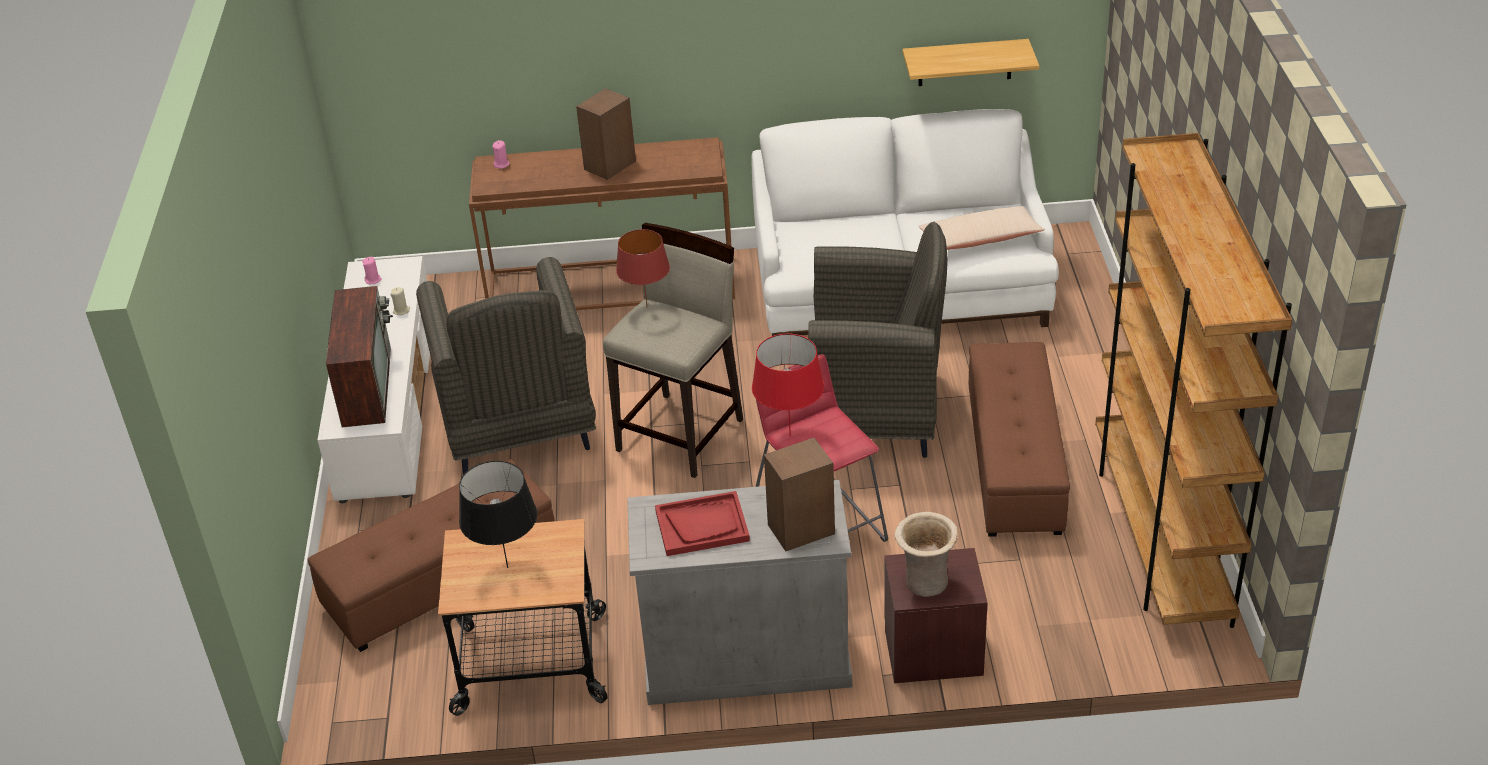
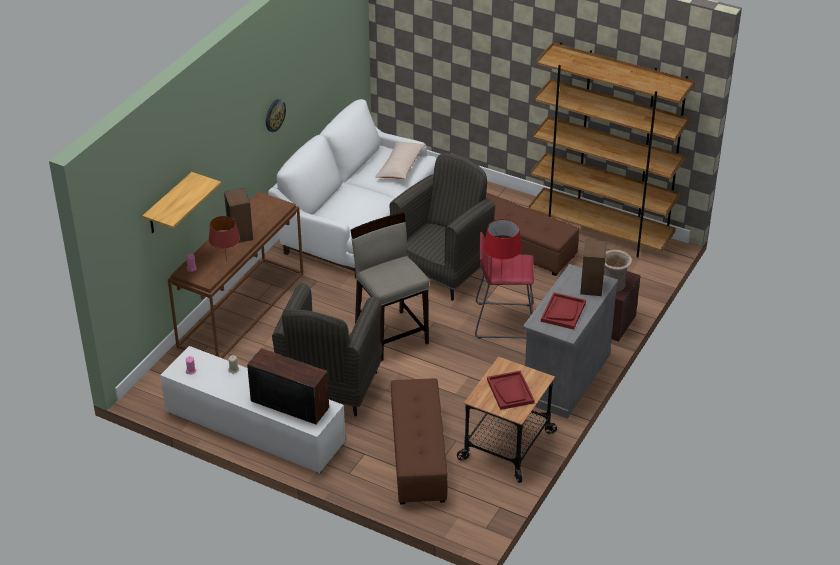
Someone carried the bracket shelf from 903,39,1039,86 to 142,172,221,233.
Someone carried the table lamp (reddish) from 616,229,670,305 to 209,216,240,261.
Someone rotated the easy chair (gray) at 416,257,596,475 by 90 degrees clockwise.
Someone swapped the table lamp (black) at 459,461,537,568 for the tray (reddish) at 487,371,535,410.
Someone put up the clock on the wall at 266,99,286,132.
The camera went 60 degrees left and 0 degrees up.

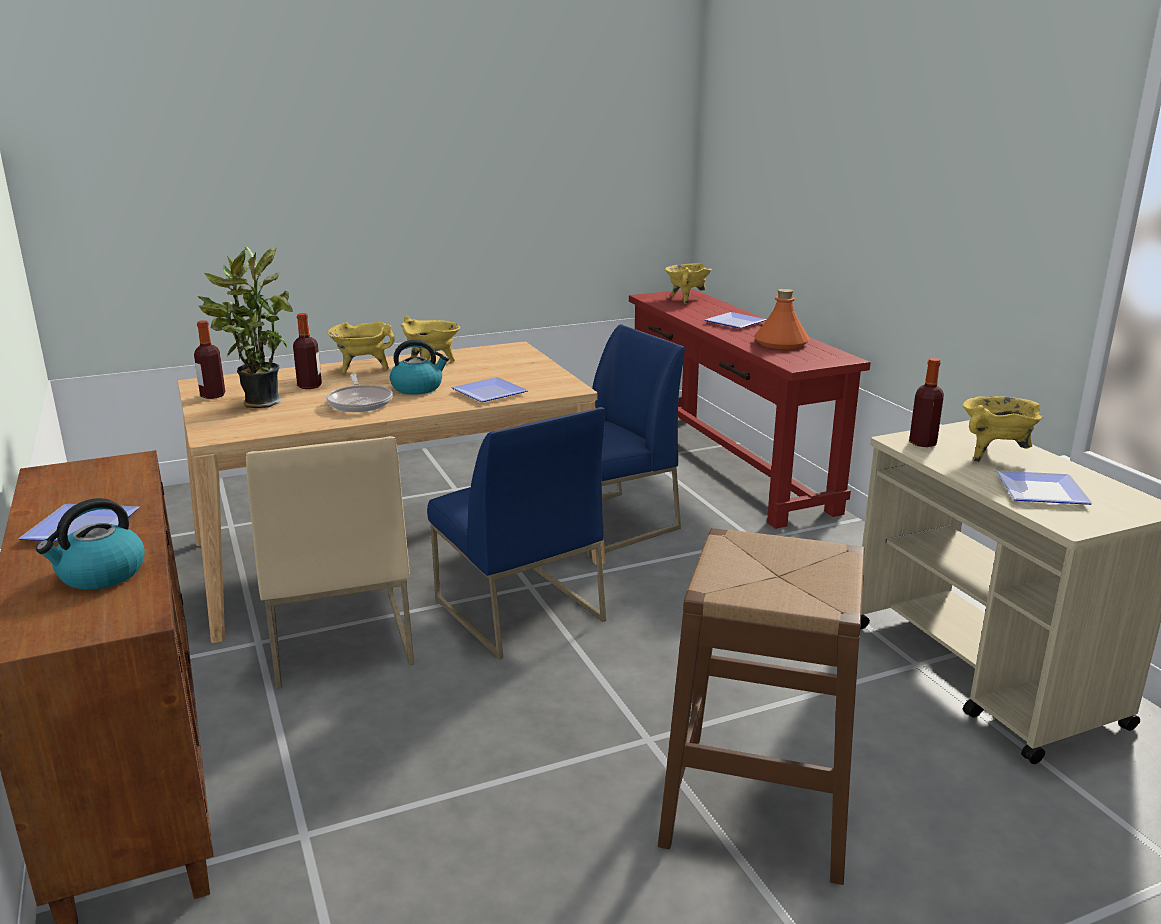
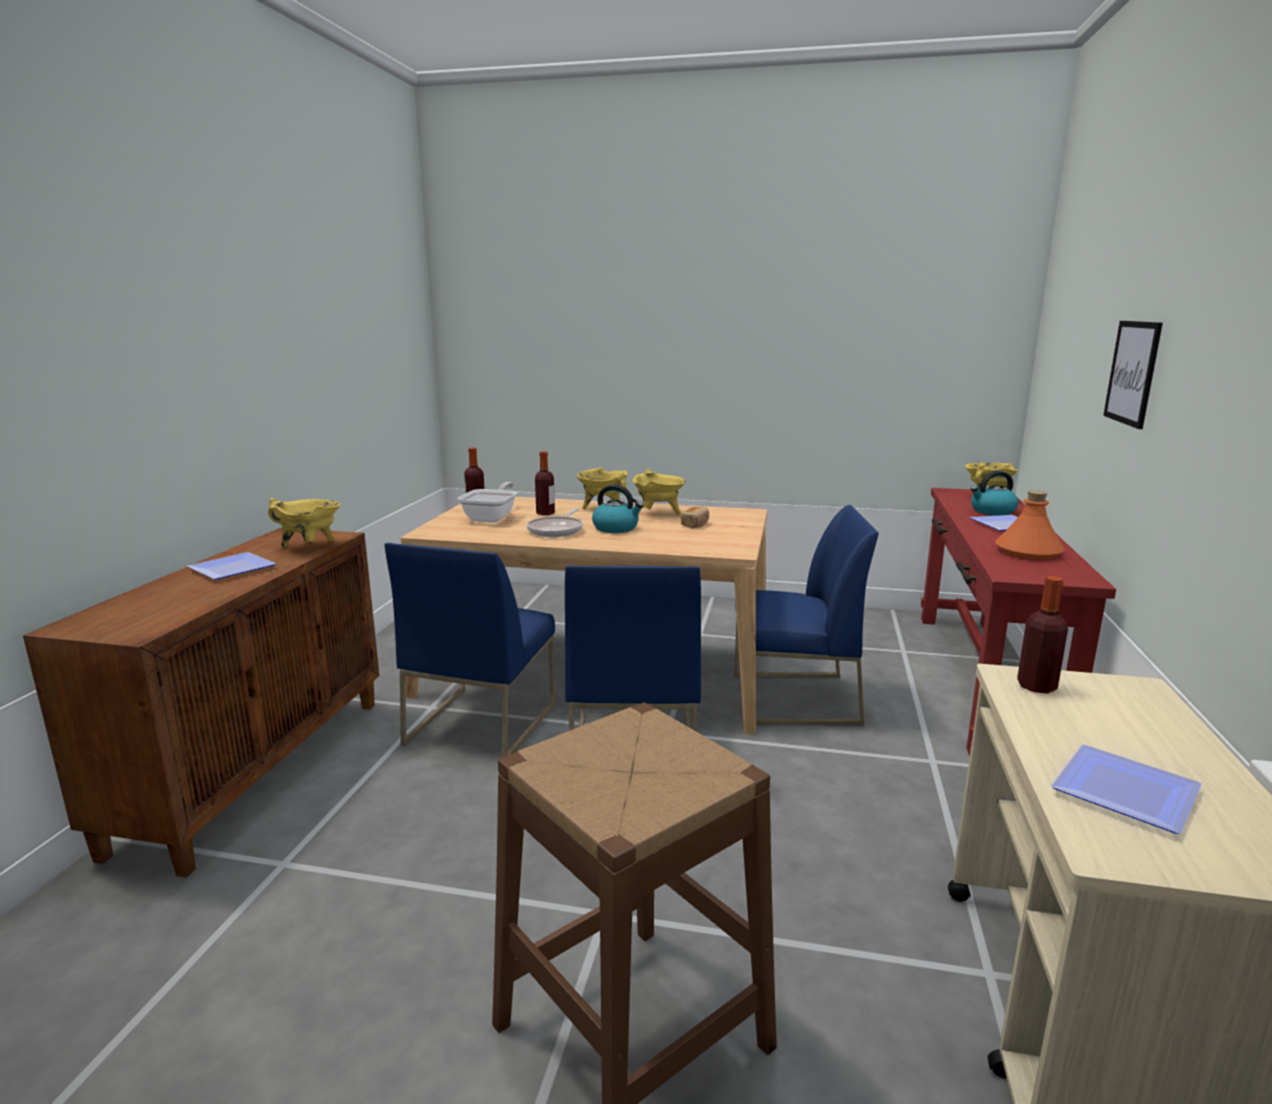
Someone swapped the plant in a pot at 197,245,293,408 for the pan at 458,482,517,523.
Someone took away the dinner plate at 451,377,529,402.
Someone carried the cooking pot (yellow-coloured) from 963,396,1044,462 to 268,498,341,547.
Someone repainted the chair (sand-coloured) at 246,436,414,689, which became the chair (bluish) at 385,543,555,758.
Someone carried the water kettle from 36,498,145,590 to 971,471,1018,516.
Someone put up the picture at 1103,321,1163,429.
Someone put down the bread at 681,506,709,528.
The camera went 35 degrees right and 5 degrees down.

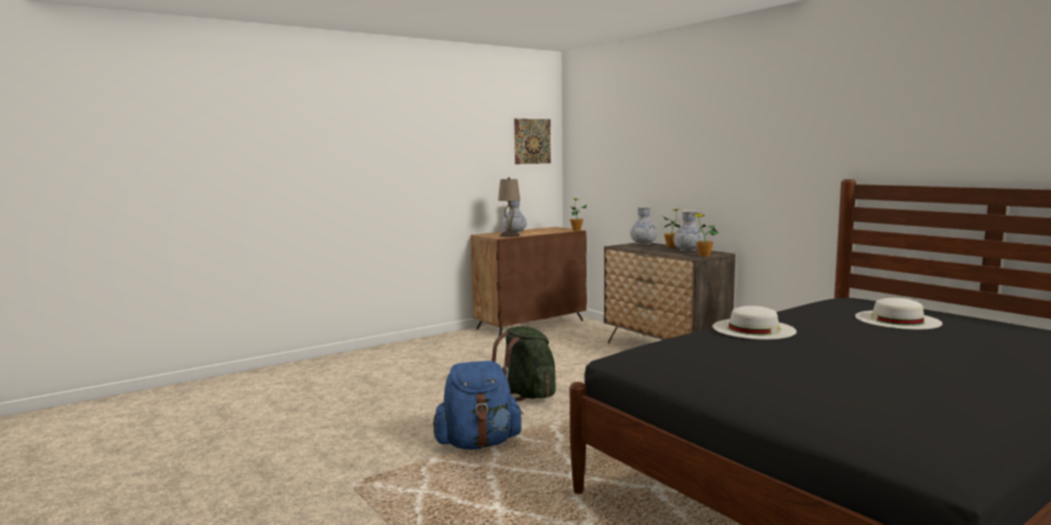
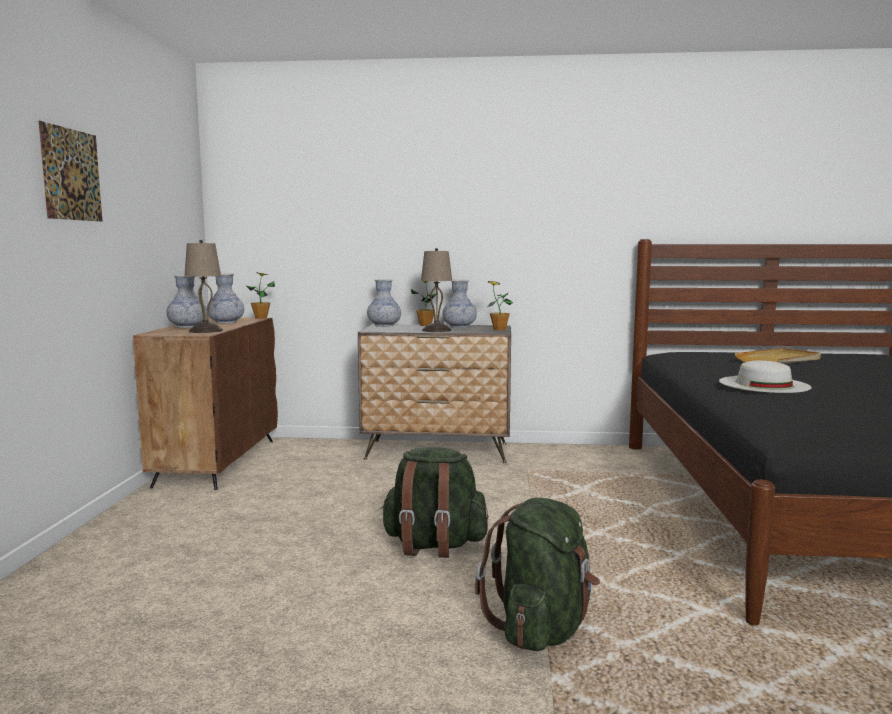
Someone carried the picture from 514,119,551,164 to 39,121,103,221.
Someone swapped the clothing hat (white-coloured) at 855,298,942,329 for the tray (sand-coloured) at 735,348,821,364.
Someone repainted the rucksack (bluish) at 433,361,523,450, which became the rucksack (green-coloured) at 475,498,600,651.
Someone put down the table lamp (sand-coloured) at 421,248,452,332.
Someone put down the vase at 207,273,244,324.
The camera went 50 degrees left and 0 degrees up.

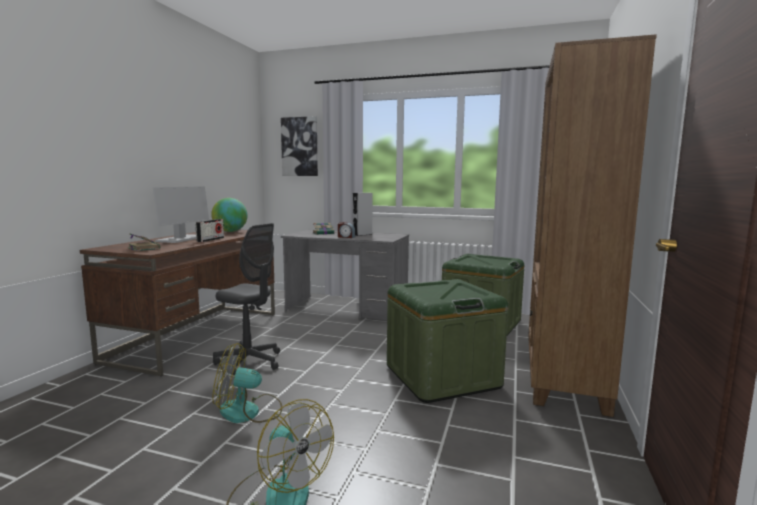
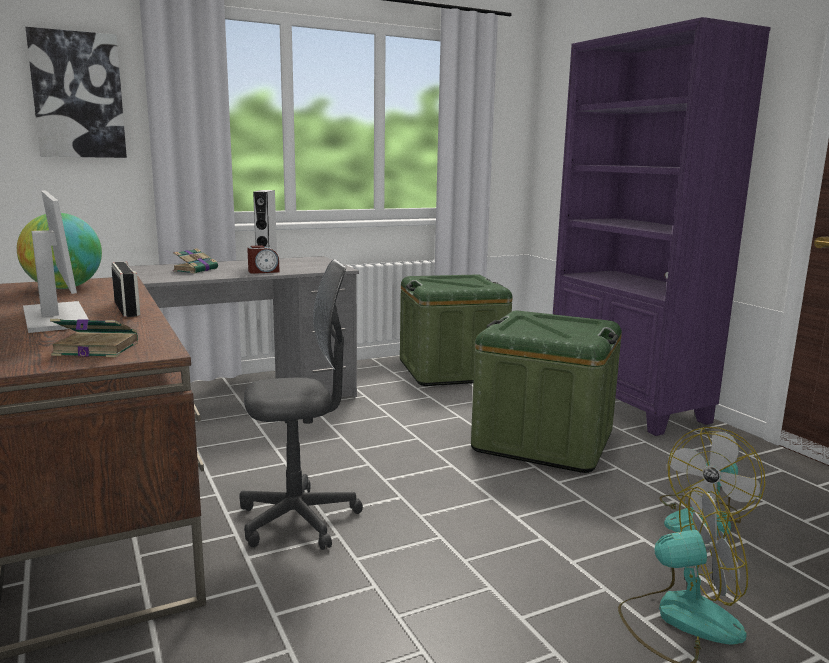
Someone repainted the bookshelf (brown-coloured) at 528,34,657,417, which became the bookshelf (purplish) at 553,17,771,436.
Someone carried the fan from 212,343,282,423 to 659,427,765,536.
The camera went 45 degrees left and 5 degrees up.

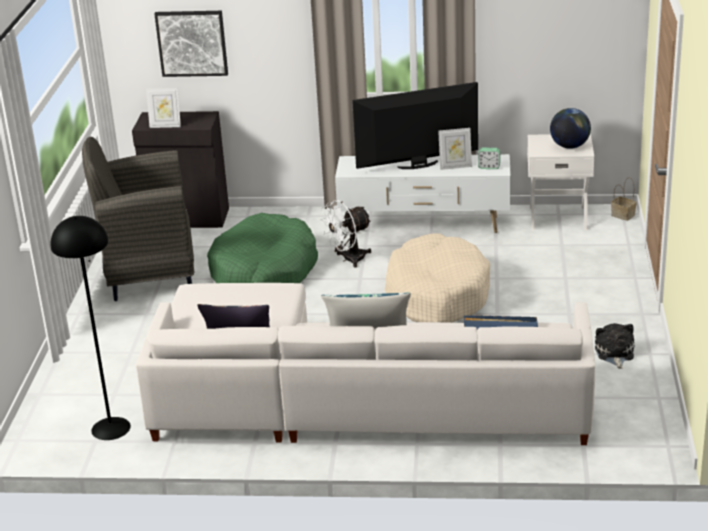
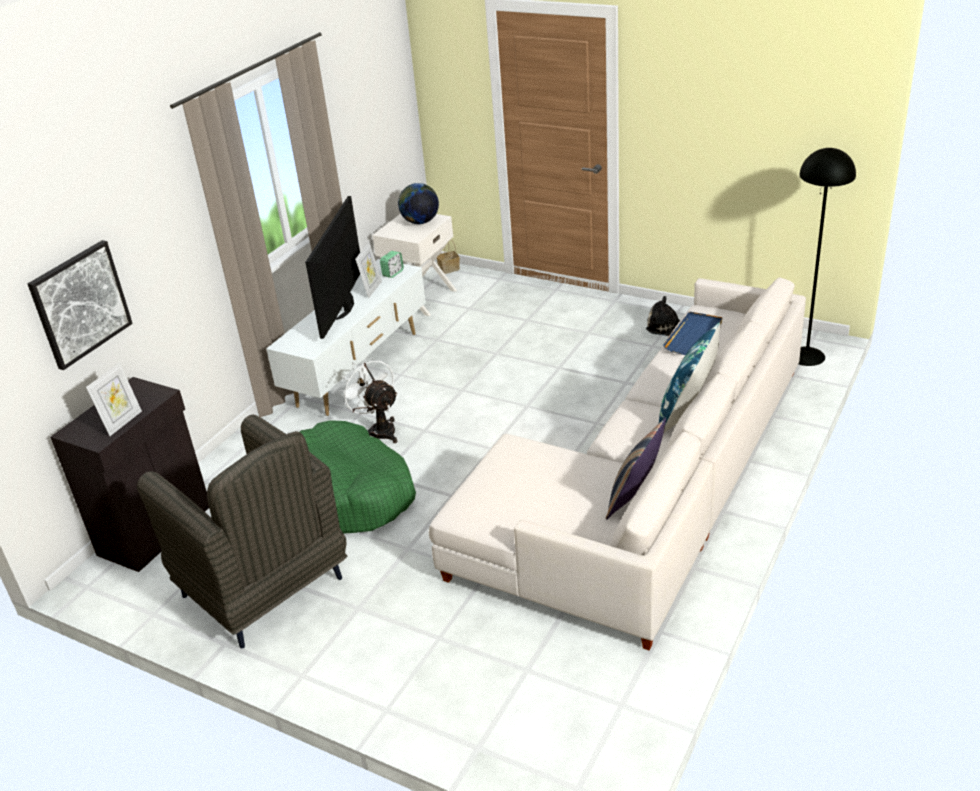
Someone rotated the easy chair (gray) at 82,137,194,301 by 60 degrees counterclockwise.
Someone rotated the fan (white-coloured) at 320,200,372,268 by 150 degrees clockwise.
Someone carried the floor lamp (black) from 50,216,131,440 to 799,148,856,366.
Someone took away the dog bed (sand-coloured) at 384,233,490,323.
The camera went 65 degrees left and 5 degrees up.

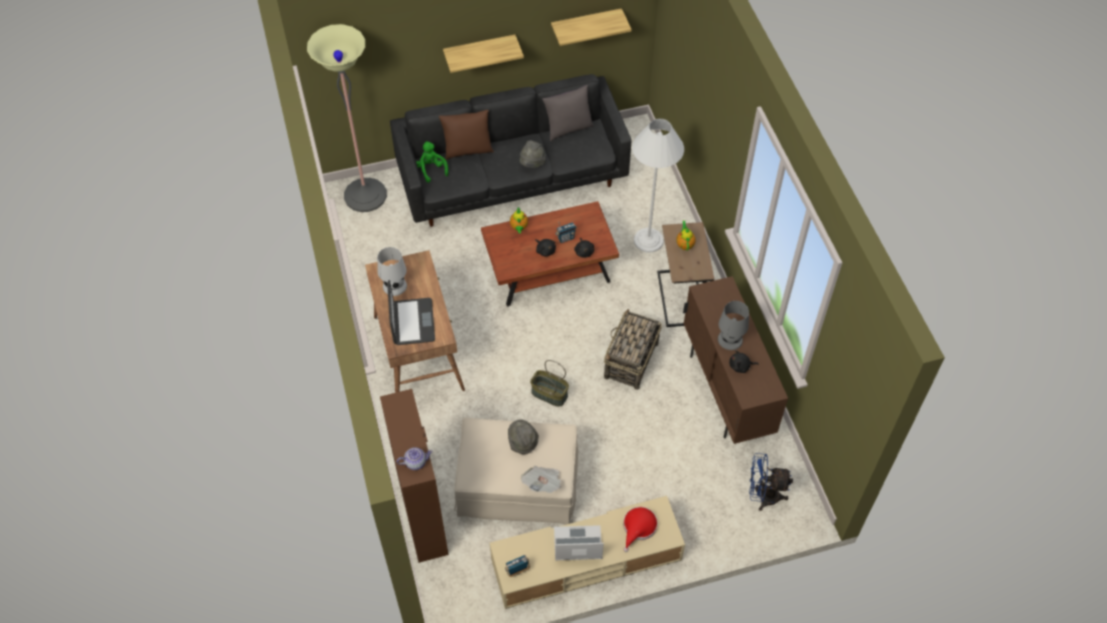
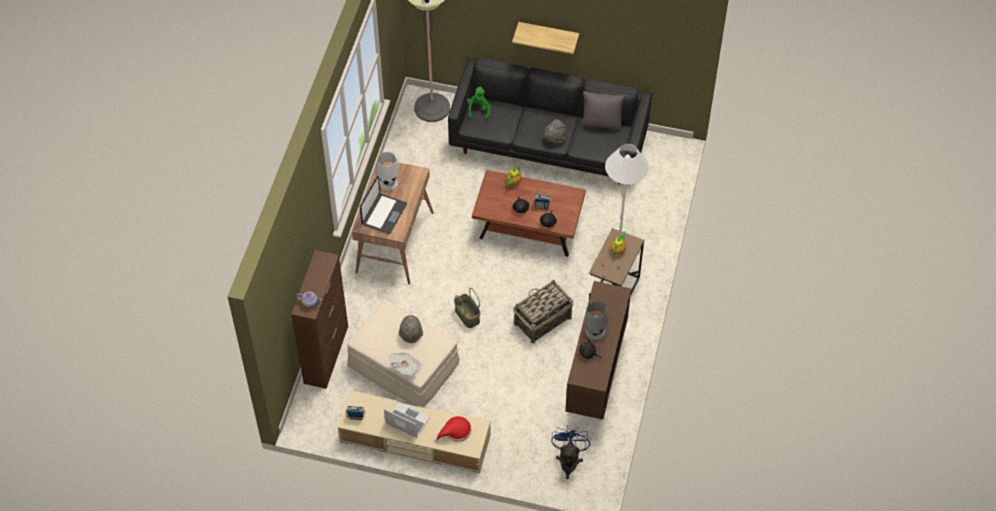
Someone took away the bracket shelf at 551,8,632,46.
Someone took away the cushion (brown-coloured) at 439,110,494,160.
Someone rotated the fan (bluish) at 749,453,793,511 by 60 degrees clockwise.
The camera went 30 degrees right and 0 degrees up.

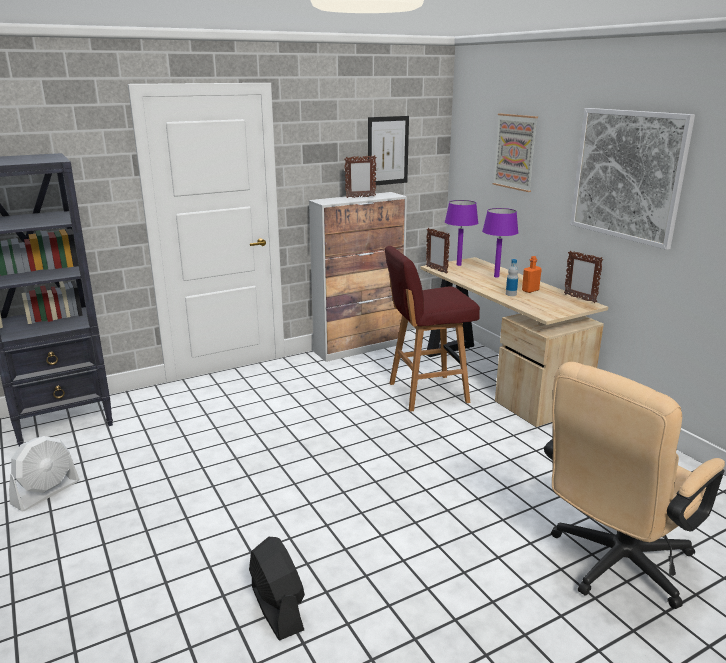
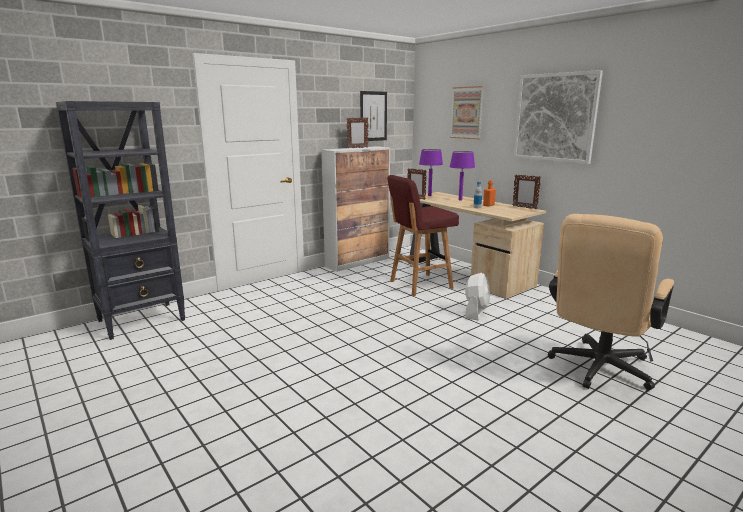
Someone carried the fan (white-coloured) from 9,436,79,511 to 465,273,490,321.
Someone took away the fan (black) at 249,537,305,640.
The camera went 10 degrees left and 5 degrees down.

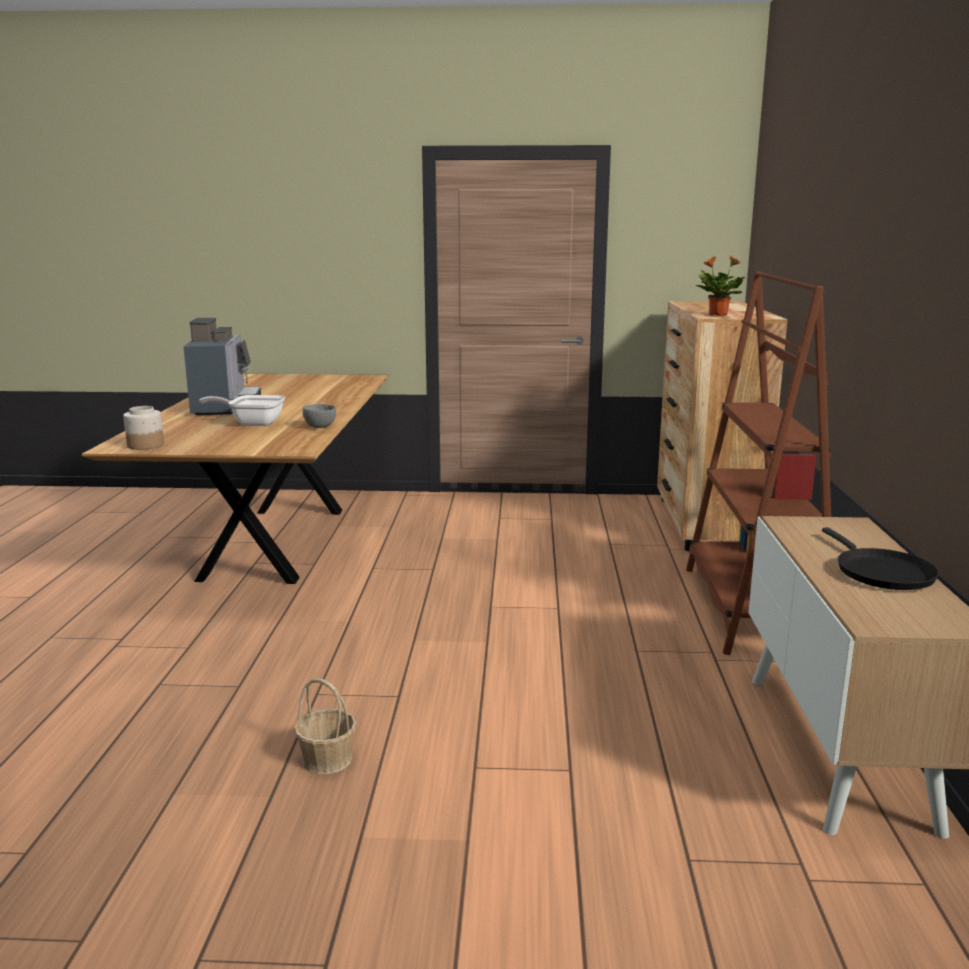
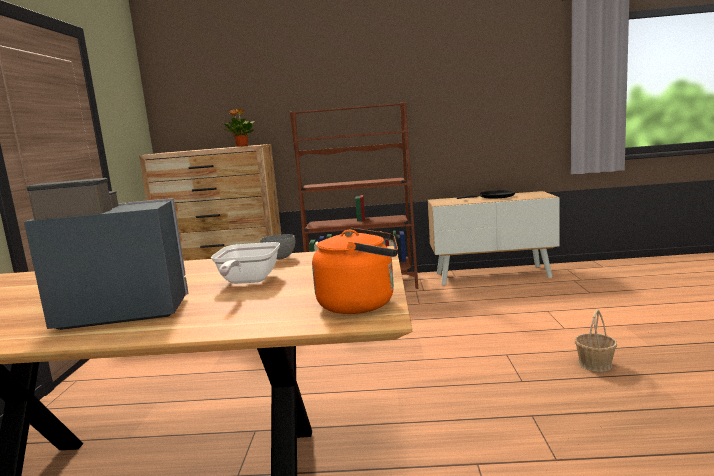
Someone swapped the preserve jar at 123,406,164,450 for the water kettle (orangey) at 312,228,398,314.
The camera went 90 degrees left and 5 degrees down.

